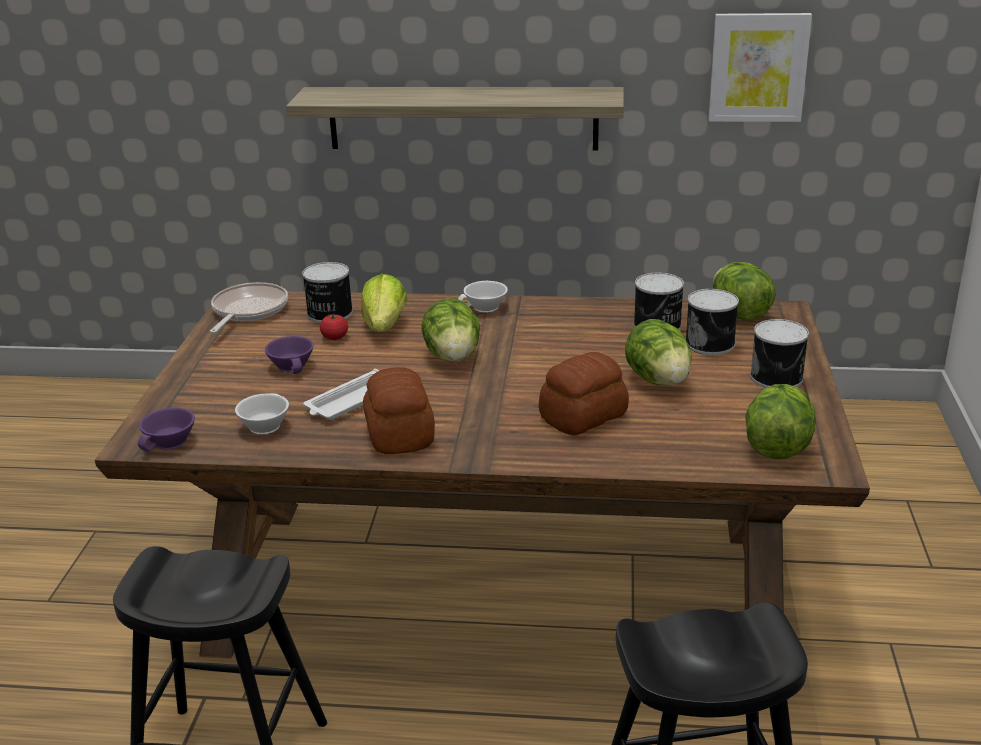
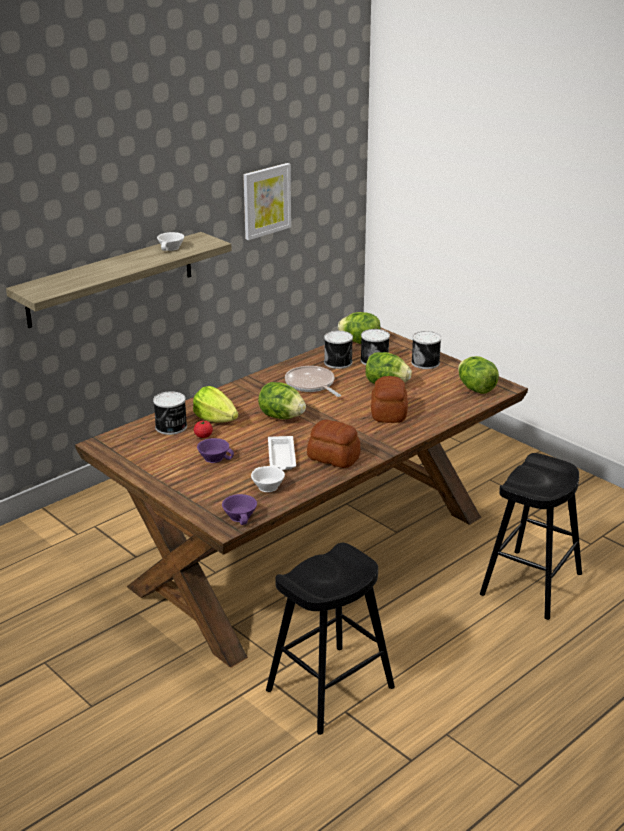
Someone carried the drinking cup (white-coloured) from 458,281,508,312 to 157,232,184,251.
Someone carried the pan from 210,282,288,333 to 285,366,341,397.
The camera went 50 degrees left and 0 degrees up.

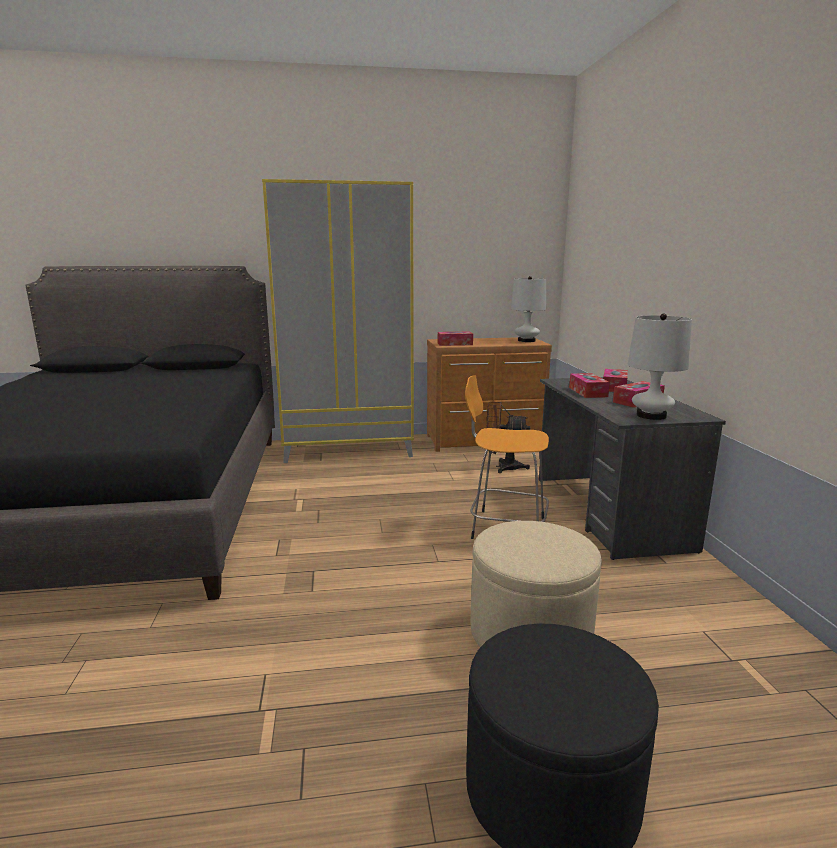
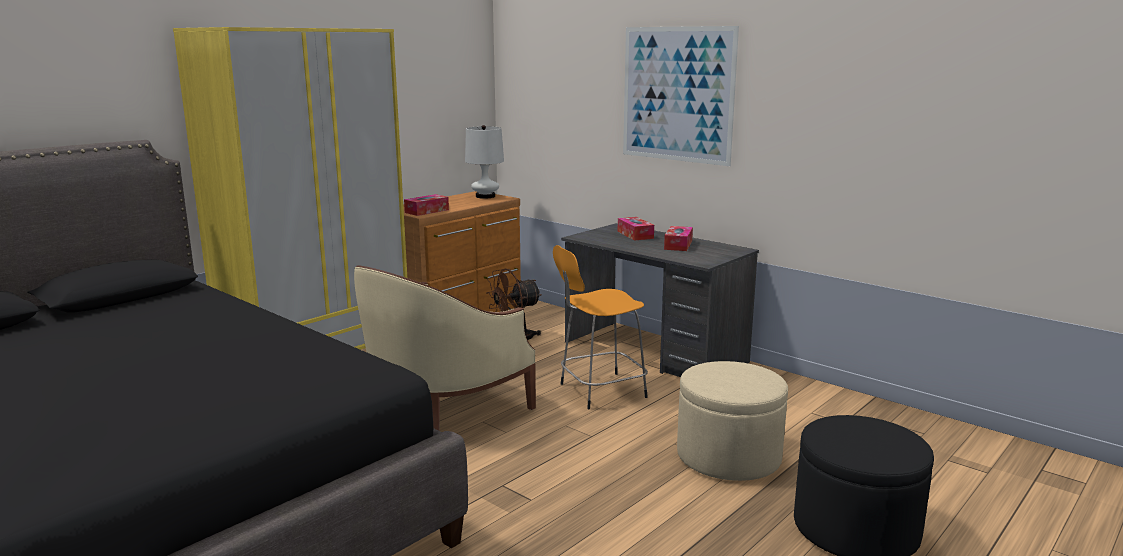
Someone took away the table lamp (white-coloured) at 628,314,692,420.
Someone took away the box of tissues at 569,373,610,398.
Someone put up the picture at 623,26,739,166.
Someone put down the easy chair (sand-coloured) at 354,265,536,431.
The camera went 40 degrees left and 0 degrees up.

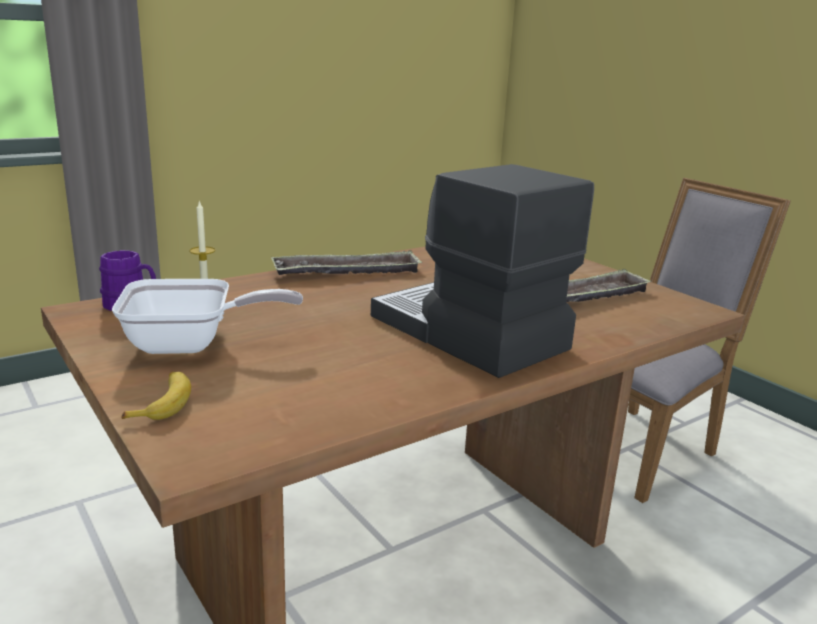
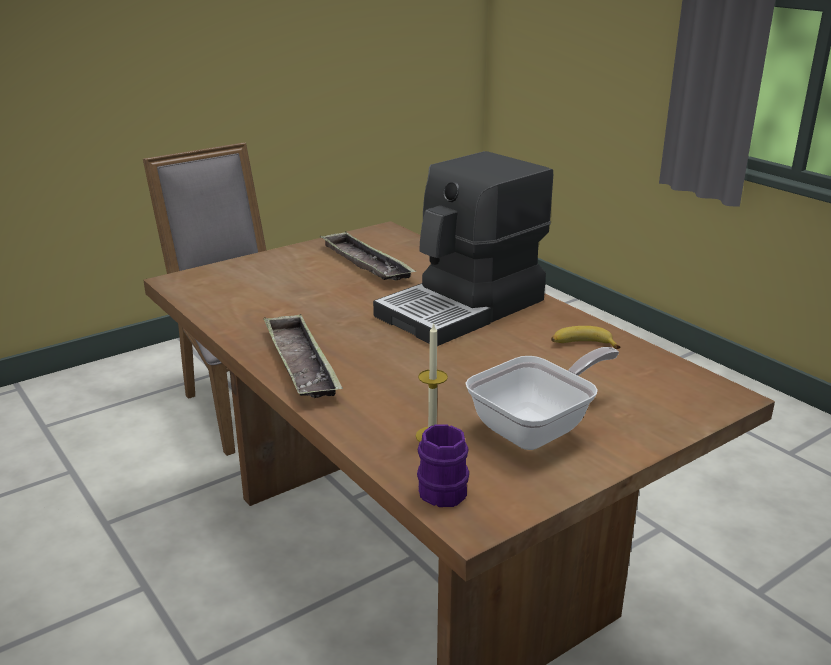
Someone rotated the pan at 112,279,303,354 by 60 degrees clockwise.
Someone carried the banana fruit from 121,372,191,420 to 551,326,620,349.
The camera went 90 degrees left and 5 degrees up.

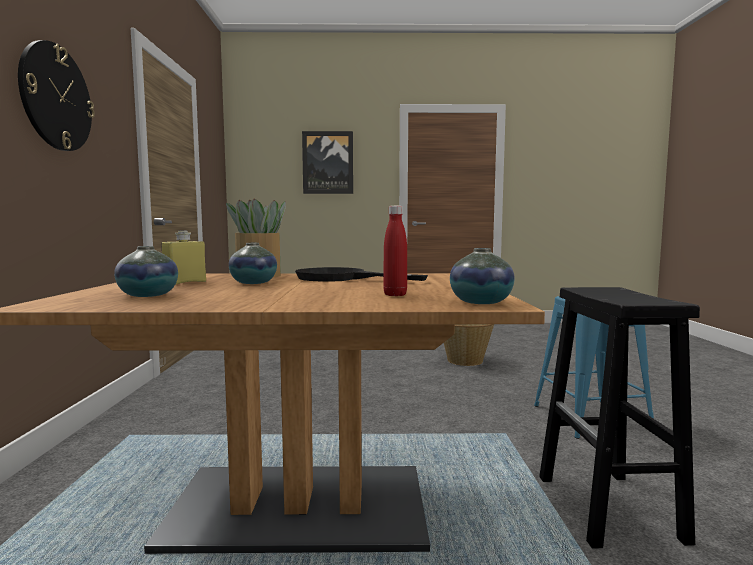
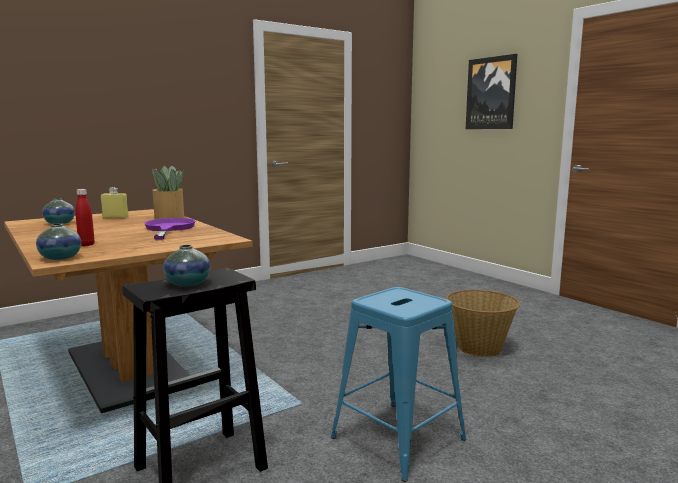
Someone took away the clock on the wall at 18,40,95,151.
Someone carried the vase from 229,243,277,284 to 163,245,211,287.
Someone repainted the pan (black) at 295,267,428,282, which became the pan (purplish) at 144,218,195,240.
The camera went 55 degrees right and 5 degrees up.

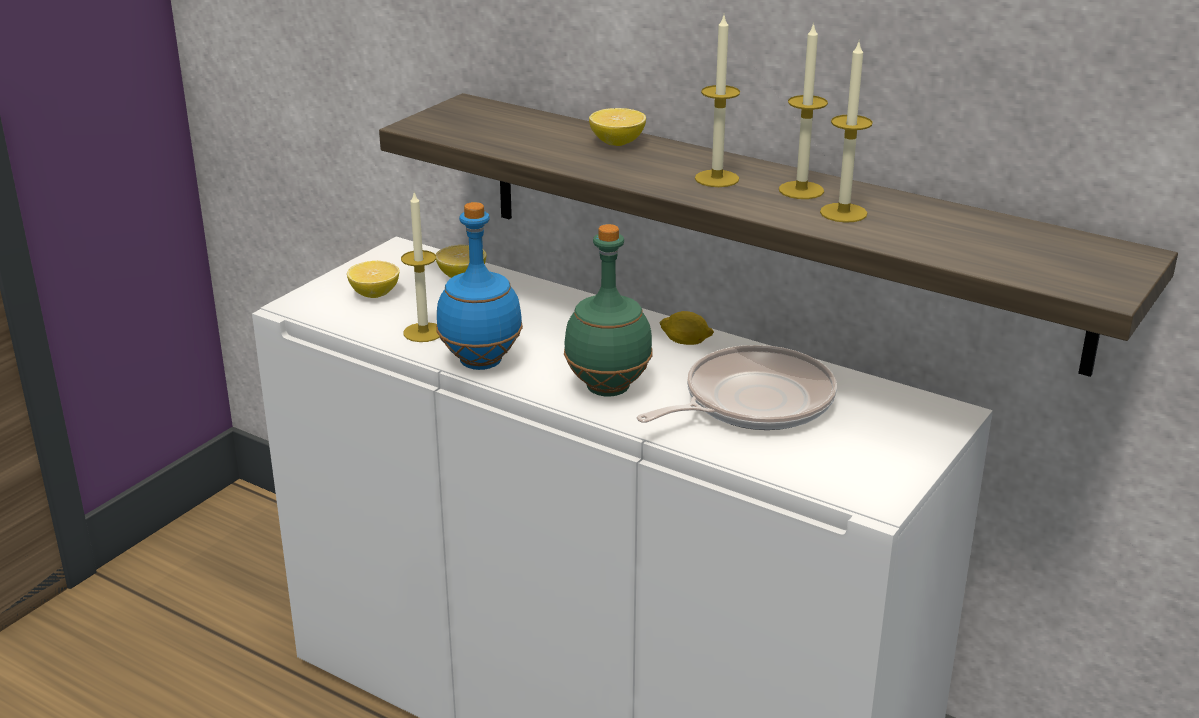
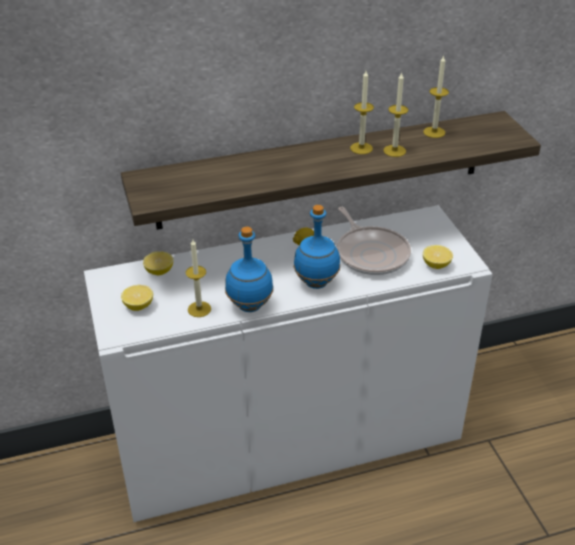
Someone carried the wax light from 695,16,740,187 to 423,55,449,138.
Someone carried the whole lemon from 589,108,646,146 to 423,245,453,269.
Someone repainted the bottle (green-coloured) at 564,224,653,397, which became the bottle (bluish) at 294,205,340,289.
Someone rotated the pan at 637,345,837,430 by 150 degrees clockwise.
The camera went 50 degrees left and 10 degrees up.

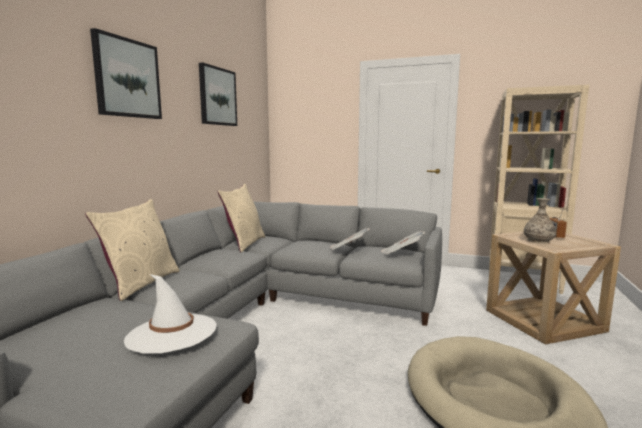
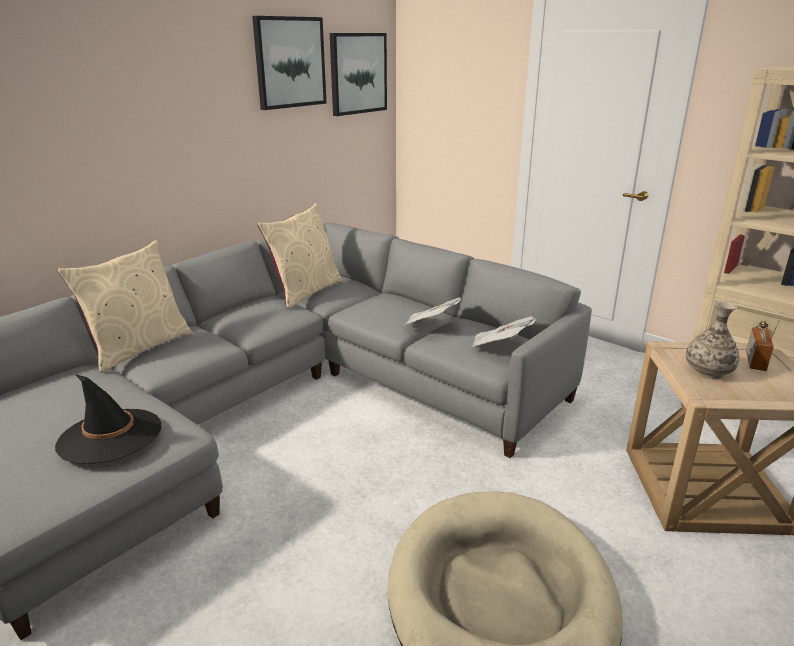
Someone carried the picture from 90,28,162,119 to 330,33,387,116.
Someone repainted the clothing hat (white-coloured) at 124,274,217,354, which became the clothing hat (black) at 55,374,162,464.
The camera went 20 degrees right and 15 degrees up.

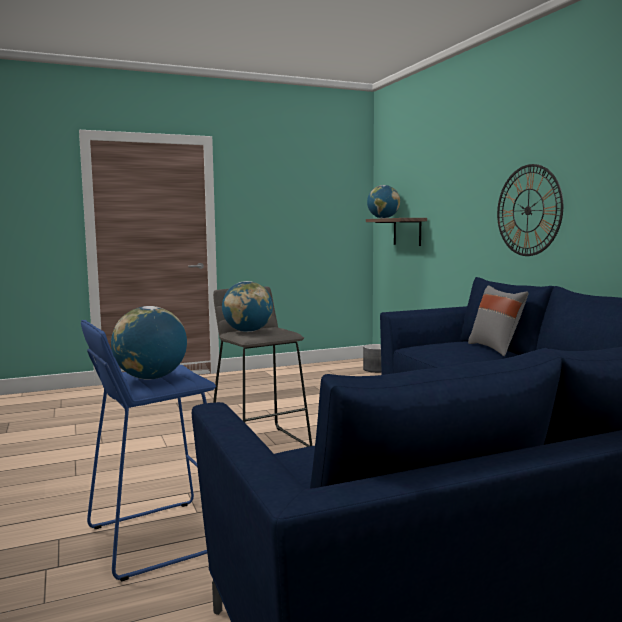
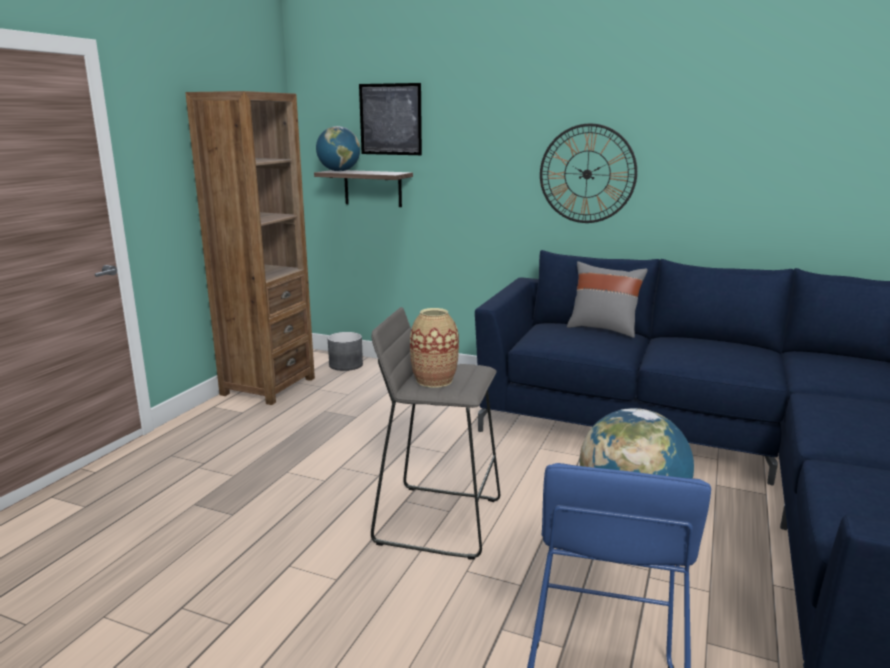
Someone swapped the world globe at 222,281,273,332 for the vase at 410,308,459,388.
Someone put up the picture at 359,83,422,155.
Someone put down the bookshelf (brown-coloured) at 185,91,315,405.
The camera went 45 degrees left and 10 degrees up.

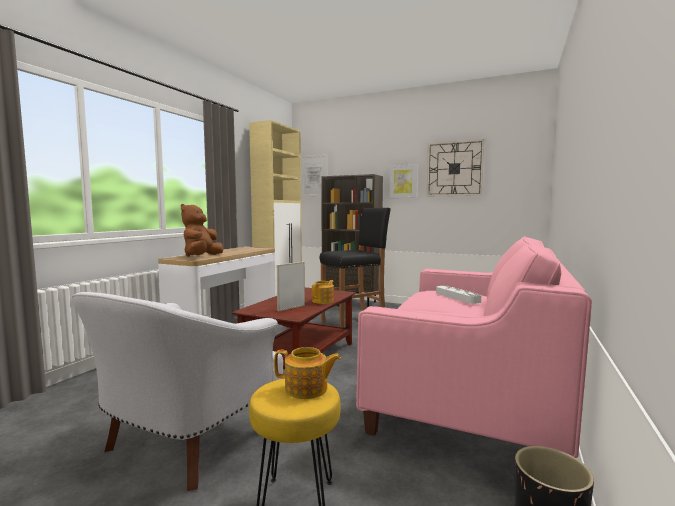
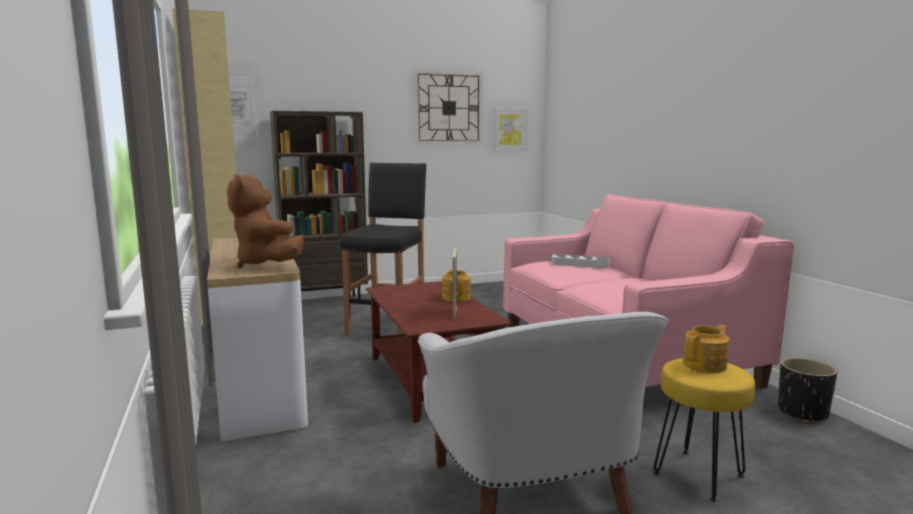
Someone carried the picture from 389,165,418,198 to 493,108,528,151.
The camera went 45 degrees left and 5 degrees up.

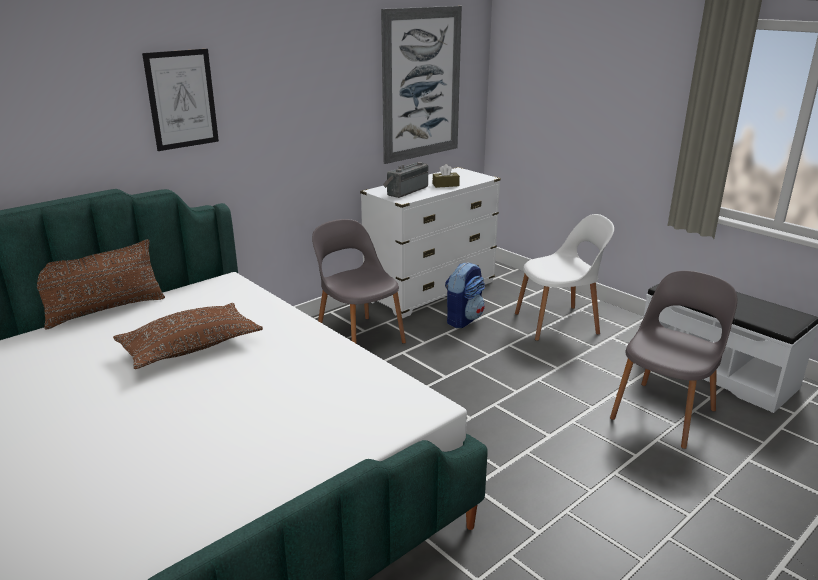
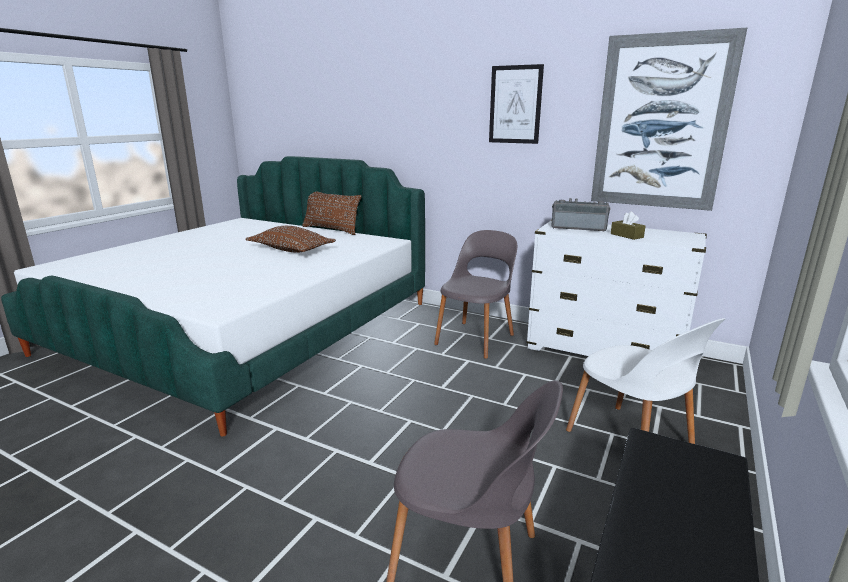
Someone carried the picture from 142,49,219,151 to 489,64,544,144.
Someone took away the rucksack at 445,262,485,328.
The camera went 70 degrees right and 5 degrees down.

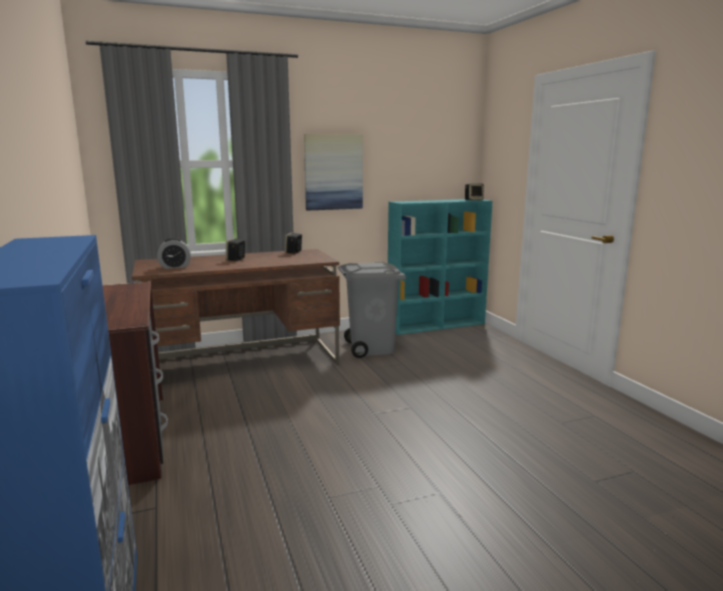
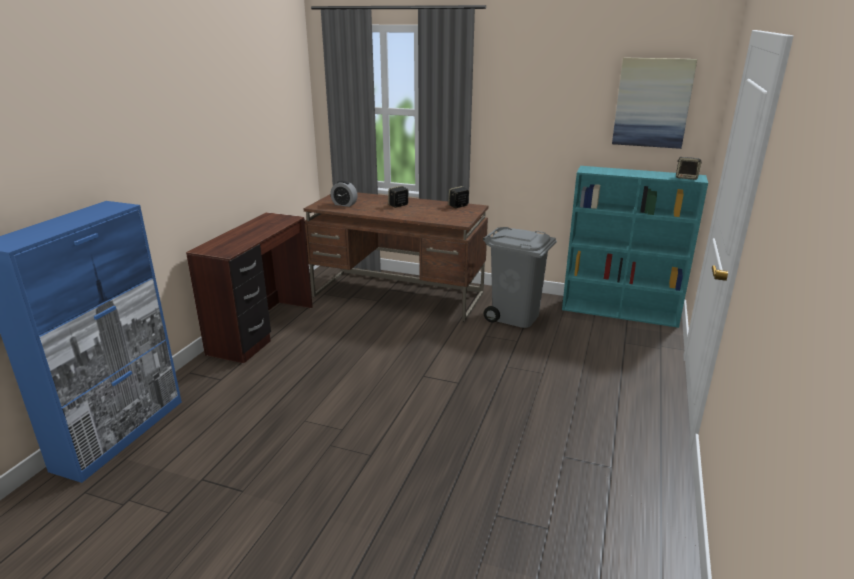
Someone carried the picture from 304,134,363,211 to 612,57,697,149.
The camera went 40 degrees right and 10 degrees up.

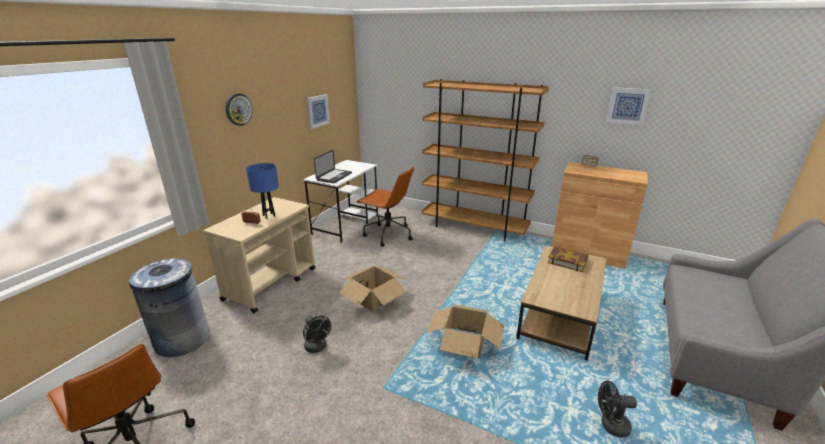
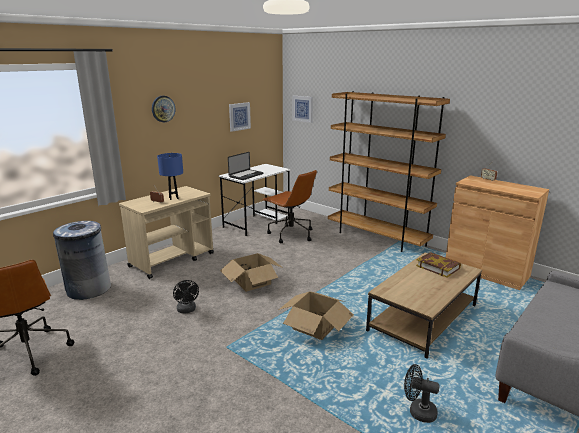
Someone carried the picture from 606,87,651,125 to 292,96,313,123.
The camera went 15 degrees right and 5 degrees down.

